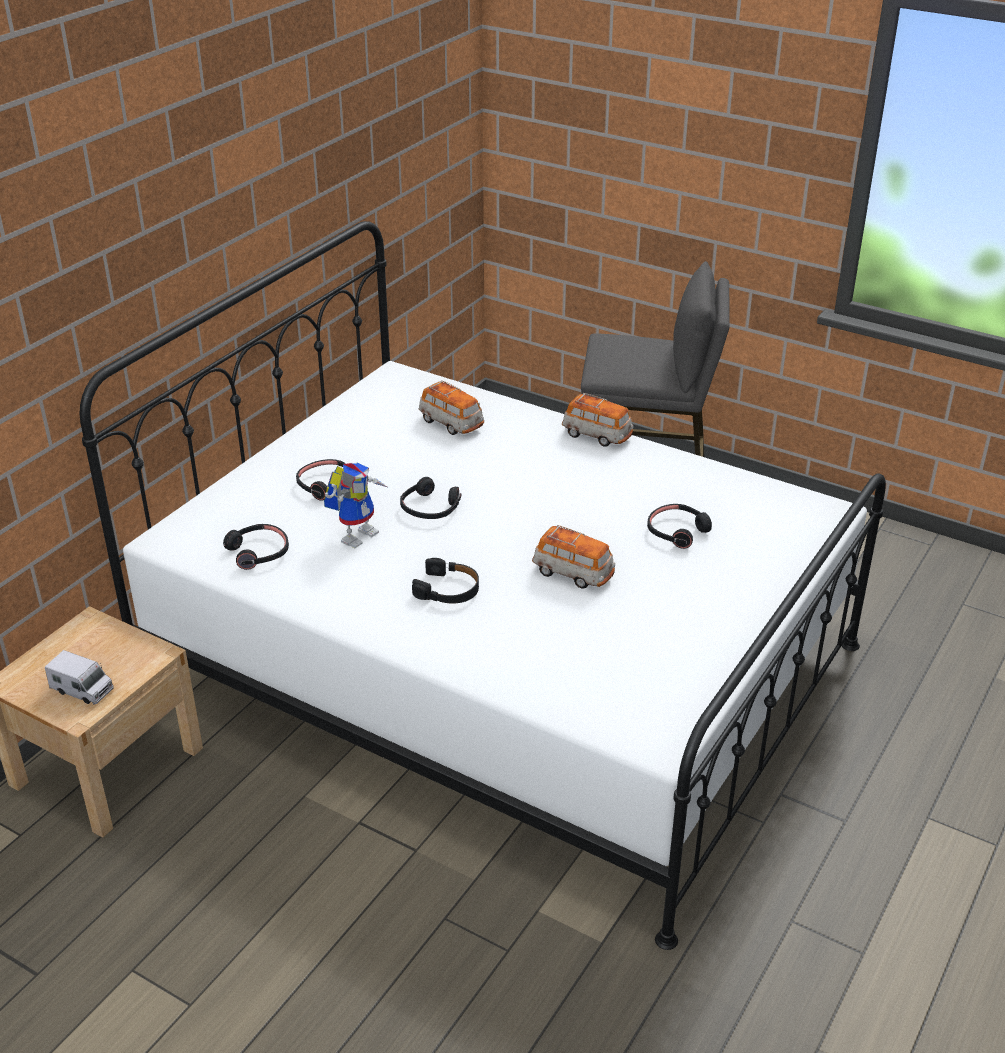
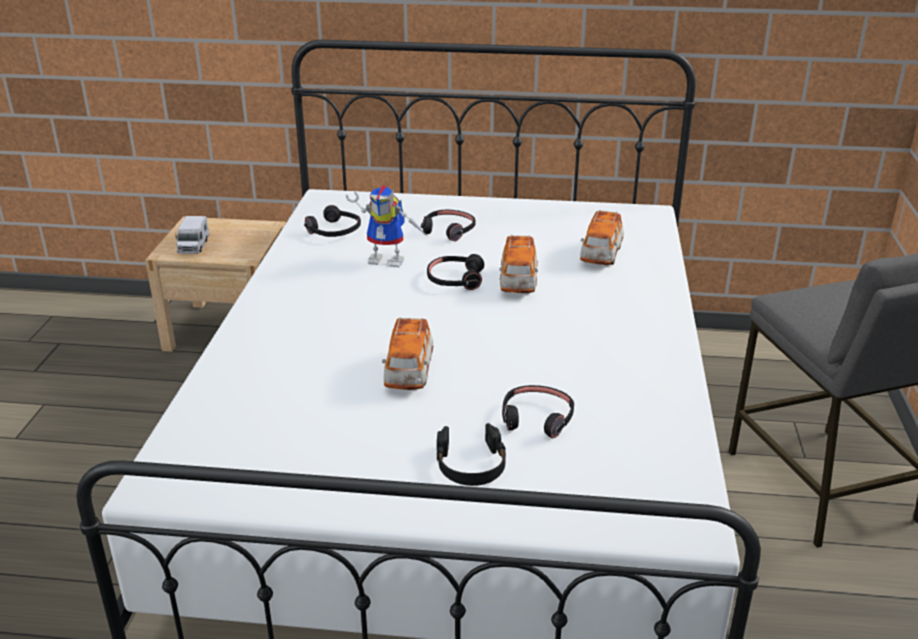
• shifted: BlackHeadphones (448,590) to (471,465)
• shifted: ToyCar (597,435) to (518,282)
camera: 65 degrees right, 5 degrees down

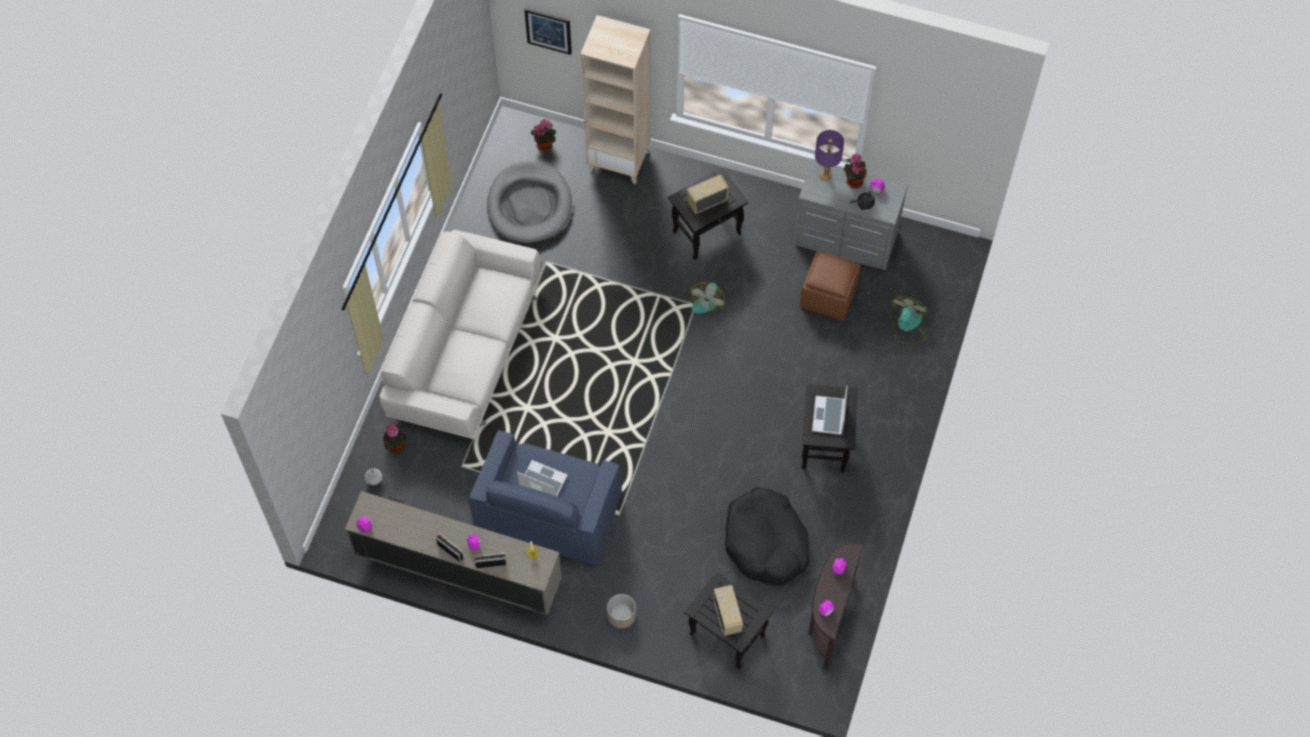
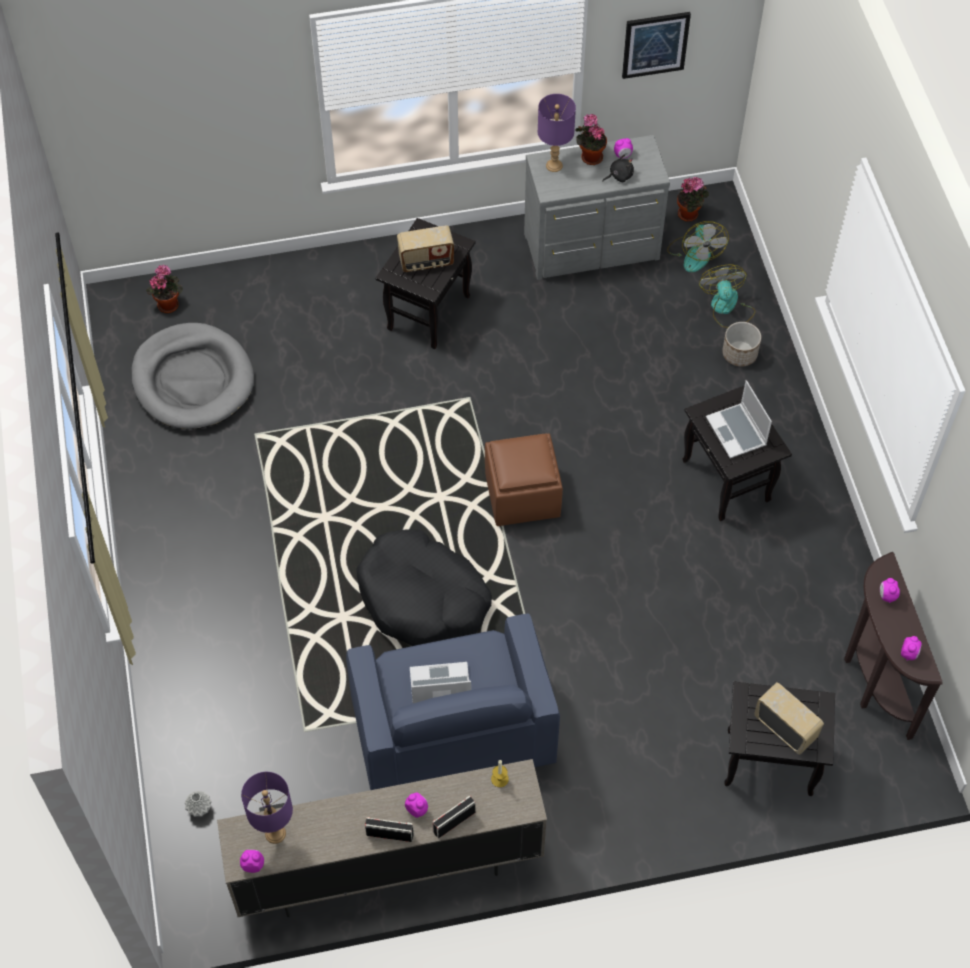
• gone: WhiteSofa (465,349)
• shifted: PottedPlant (396,447) to (689,214)
• shifted: Picture (548,30) to (655,44)
• gone: BeigeBookcase (619,161)
• shifted: Planter (621,616) to (739,354)
• rotated: Radio (707,201) = (426,261) 135 degrees counterclockwise
• shifted: Fan (706,300) to (694,253)
• shifted: BlackDogBed (766,542) to (423,599)
• shifted: BrownOttoman (829,296) to (523,495)
• new: PurpleTableLamp (275,833)
camera: 30 degrees left, 5 degrees down

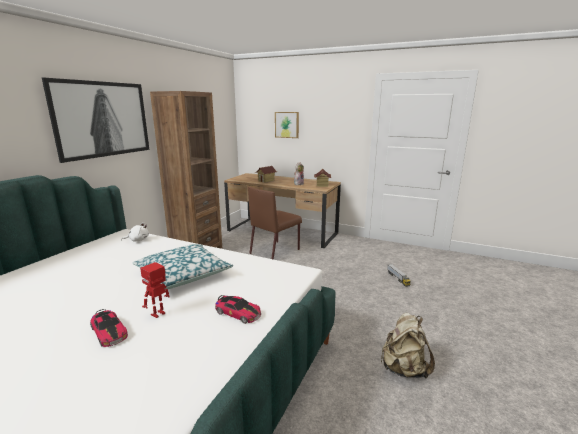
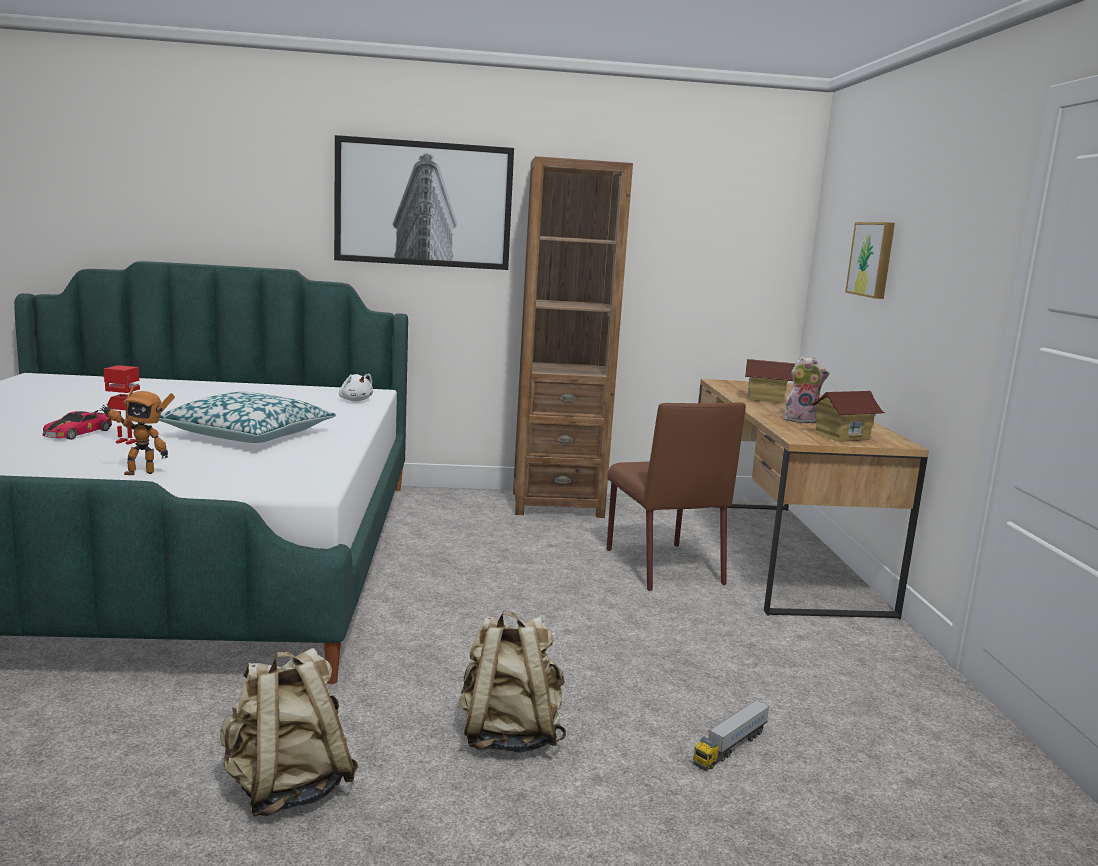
• swapped: ToyCar (238,313) to ToyRobot (139,472)
• rotated: BrownChair (275,251) = (662,565) 120 degrees counterclockwise
• new: BeigeBackpack (509,735)
camera: 60 degrees right, 5 degrees down

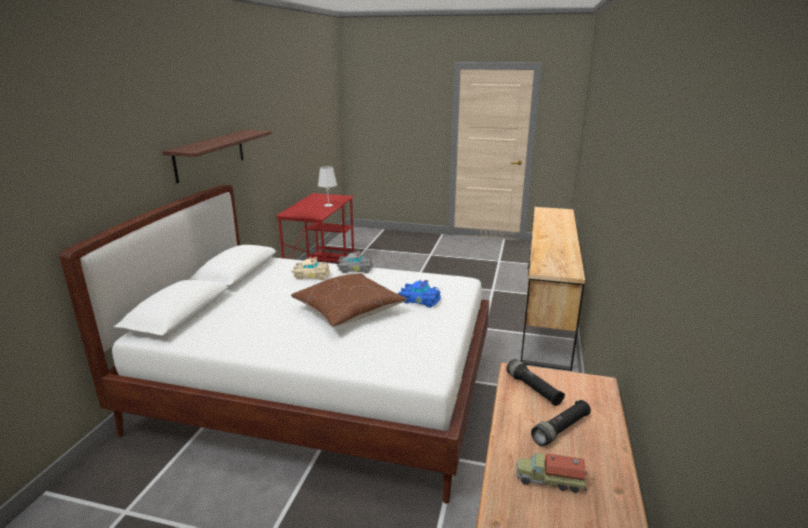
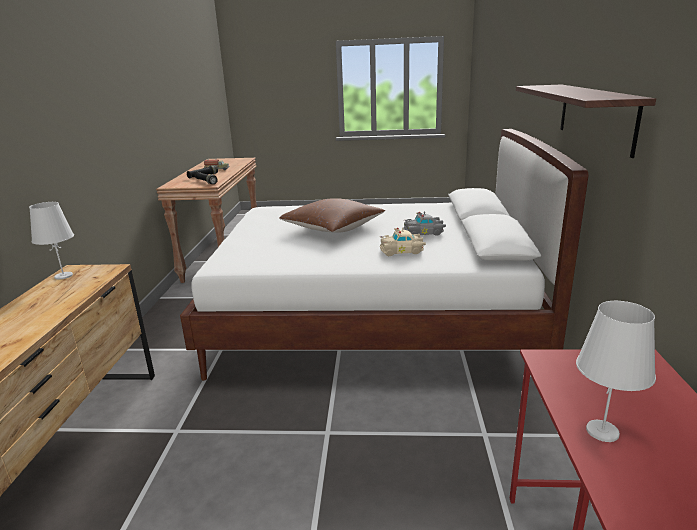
• shifted: GreyToyCar (354,269) to (424,233)
• gone: BlueToyCar (419,300)
• new: WhiteTableLamp (63,276)
camera: 170 degrees right, 0 degrees up

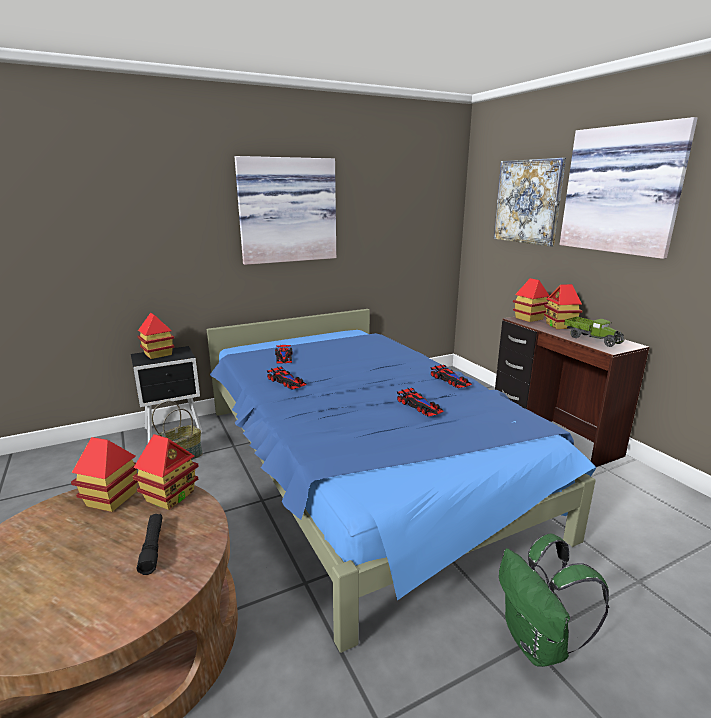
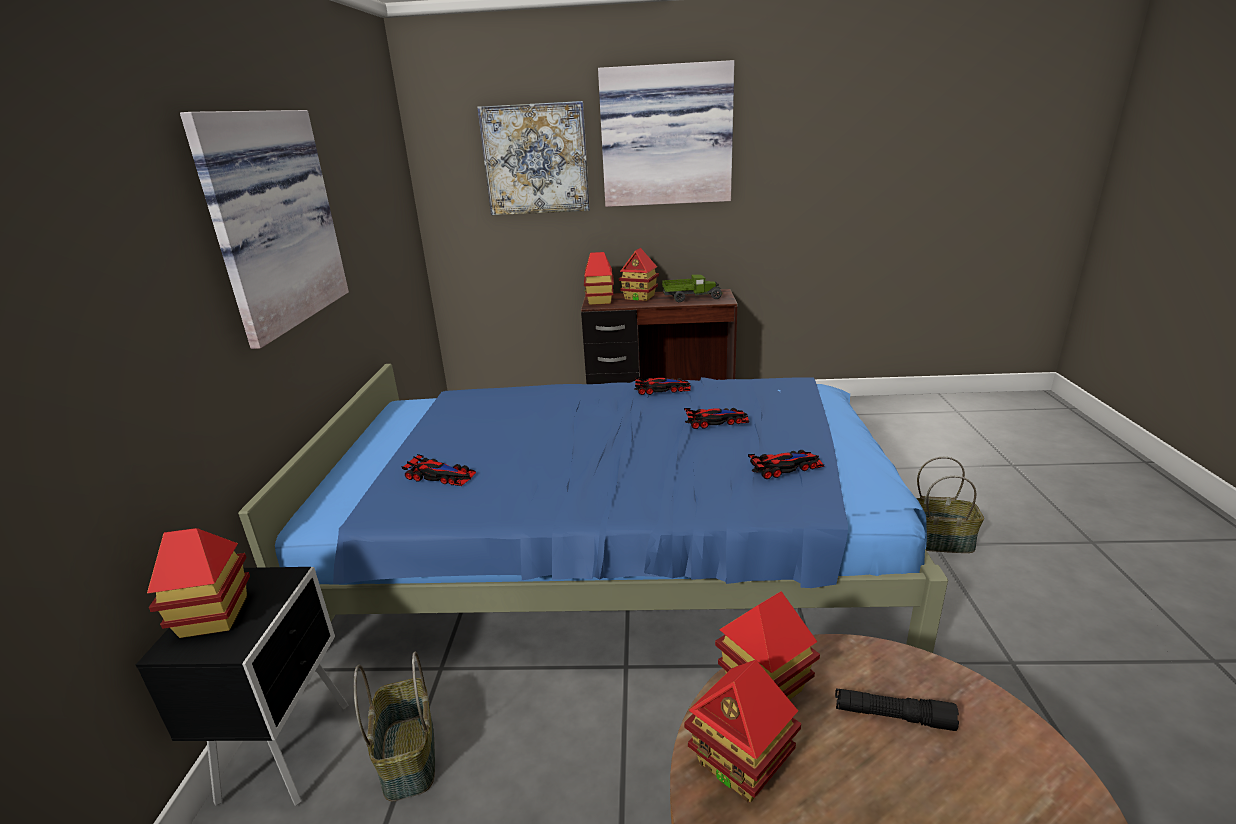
• shifted: ToyCar (286,382) to (785,467)
• swapped: GreenBackpack (538,644) to Basket (937,541)
camera: 60 degrees left, 5 degrees up

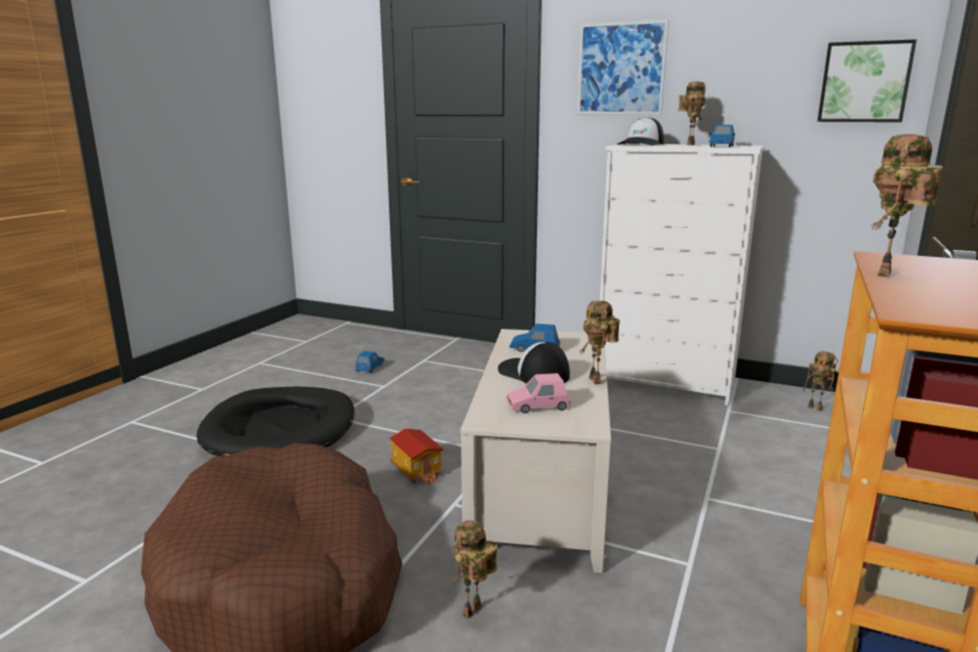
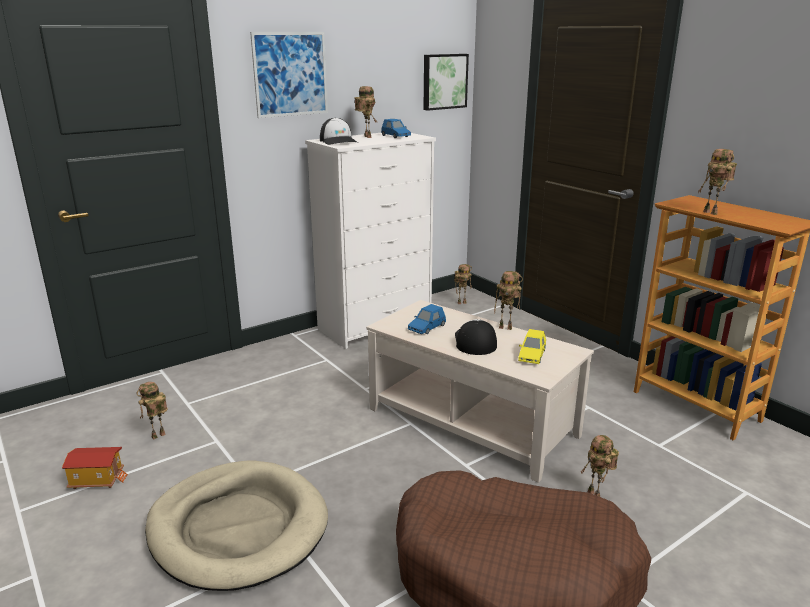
• repainted: BlackDogBed (281,429) to BeigeDogBed (238,528)
• swapped: BlueToyCar (370,367) to ToyRobot (158,437)
• shifted: ToyHouse (417,470) to (98,480)
• rotated: Cap (533,373) = (474,341) 105 degrees clockwise
• repainted: PinkToyCar (537,406) to YellowToyCar (532,356)
camera: 60 degrees left, 5 degrees up

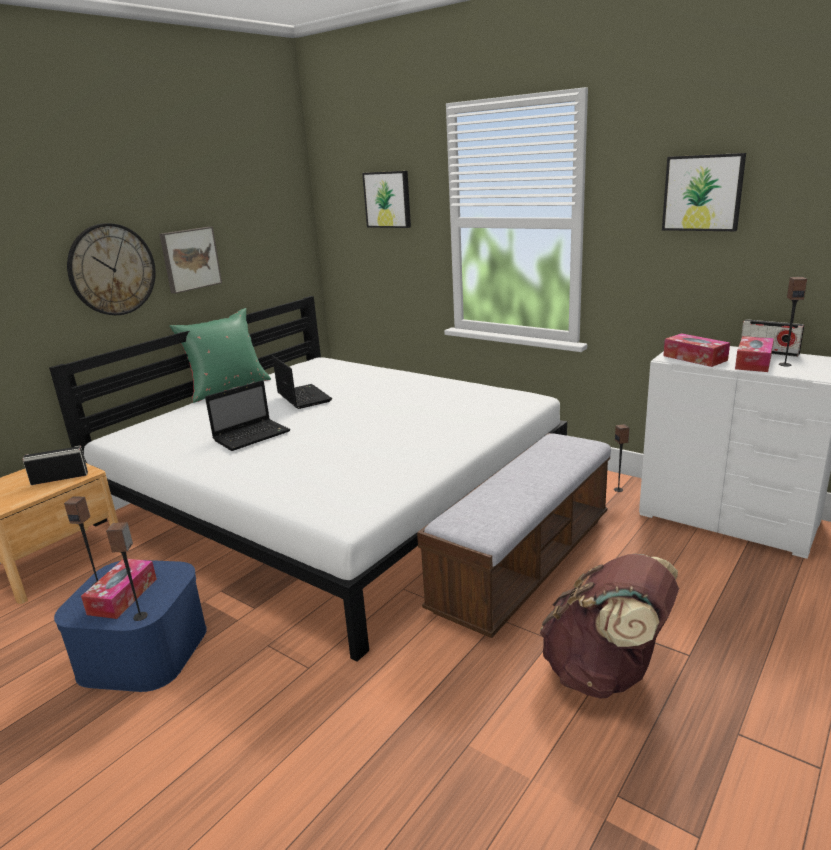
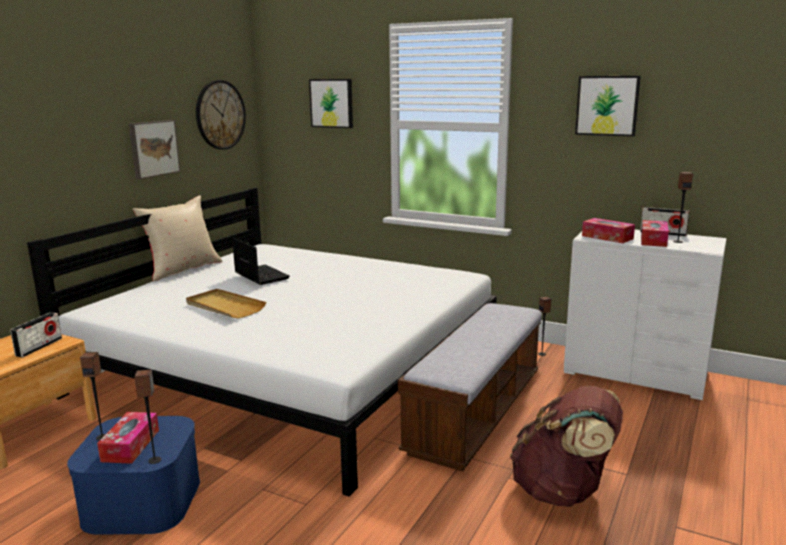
• rotated: Radio (59,478) = (39,347) 135 degrees clockwise
• shifted: WallClock (112,269) to (220,115)
• repainted: GreenPillow (227,388) to BeigePillow (182,269)
• swapped: Laptop (253,435) to BeigeTray (224,307)
camera: 10 degrees left, 5 degrees down

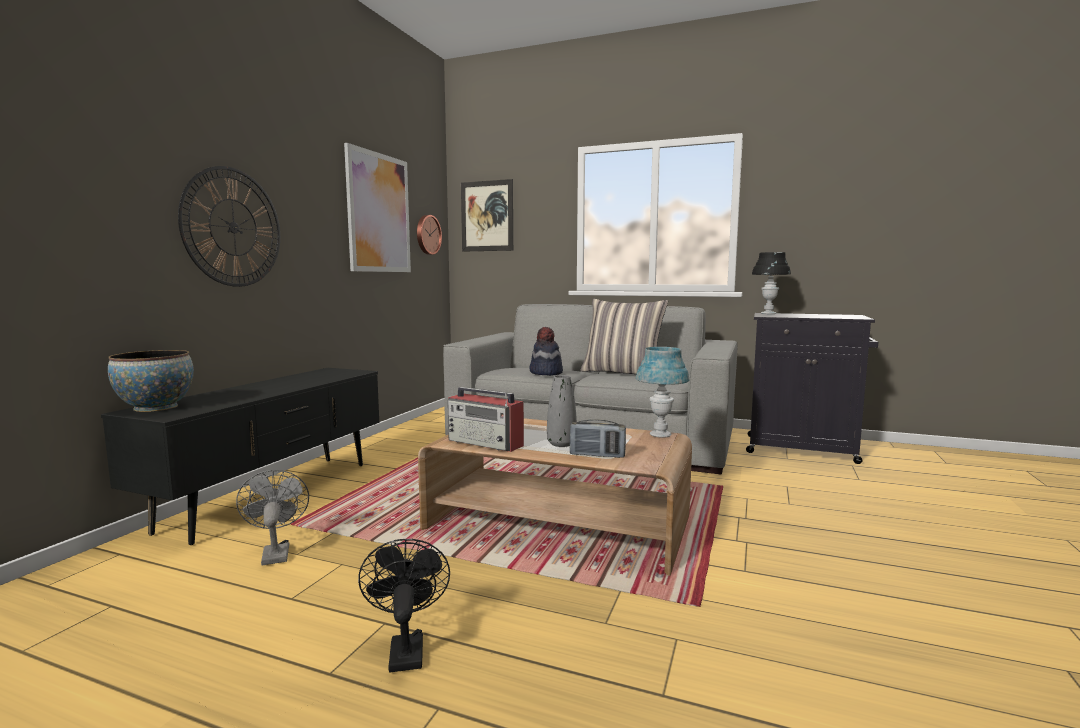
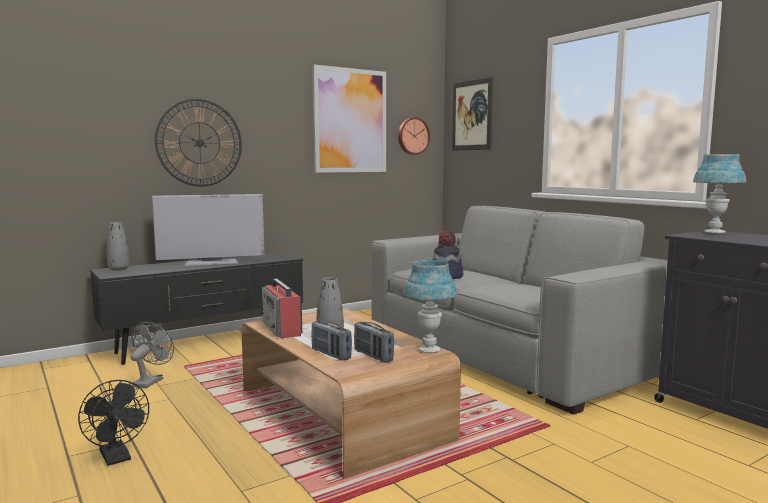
• swapped: Bowl (156,407) to GreyVase (118,269)
• rotated: BlackFan (406,648) = (117,458) 120 degrees clockwise
• gone: Pillow (622,373)
• repainted: BlackTableLamp (768,313) to BlueTableLamp (714,232)
• new: Television (211,263)
• new: Radio (373,356)
camera: 35 degrees right, 0 degrees up

